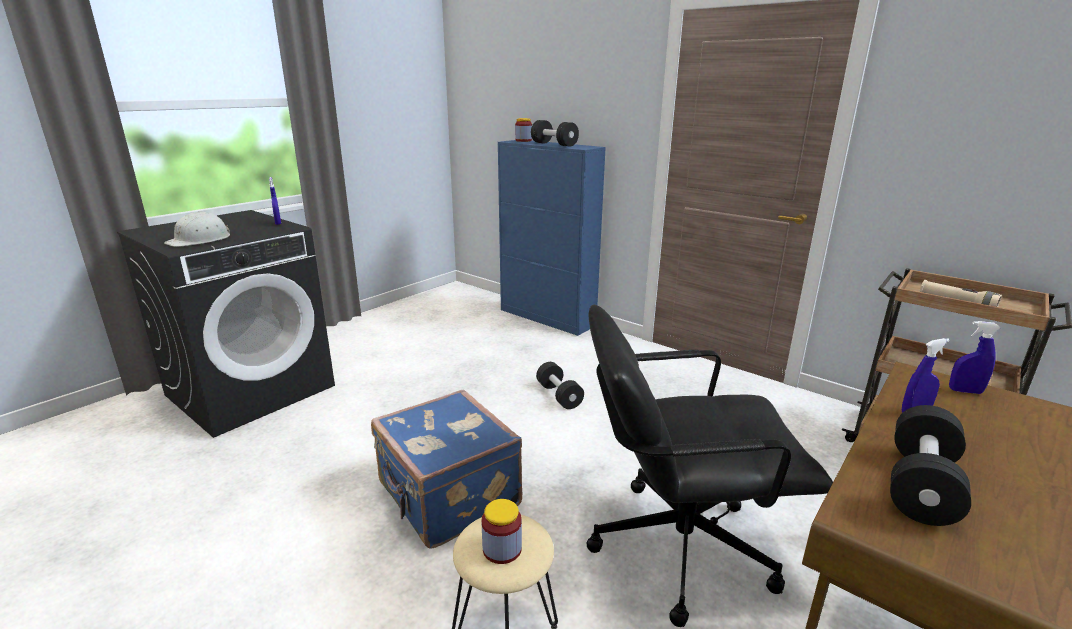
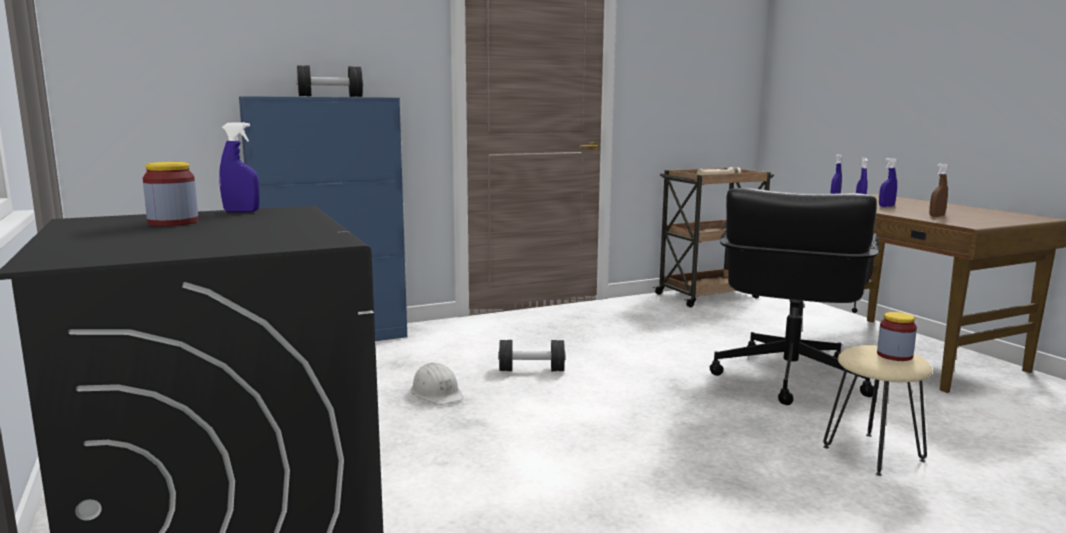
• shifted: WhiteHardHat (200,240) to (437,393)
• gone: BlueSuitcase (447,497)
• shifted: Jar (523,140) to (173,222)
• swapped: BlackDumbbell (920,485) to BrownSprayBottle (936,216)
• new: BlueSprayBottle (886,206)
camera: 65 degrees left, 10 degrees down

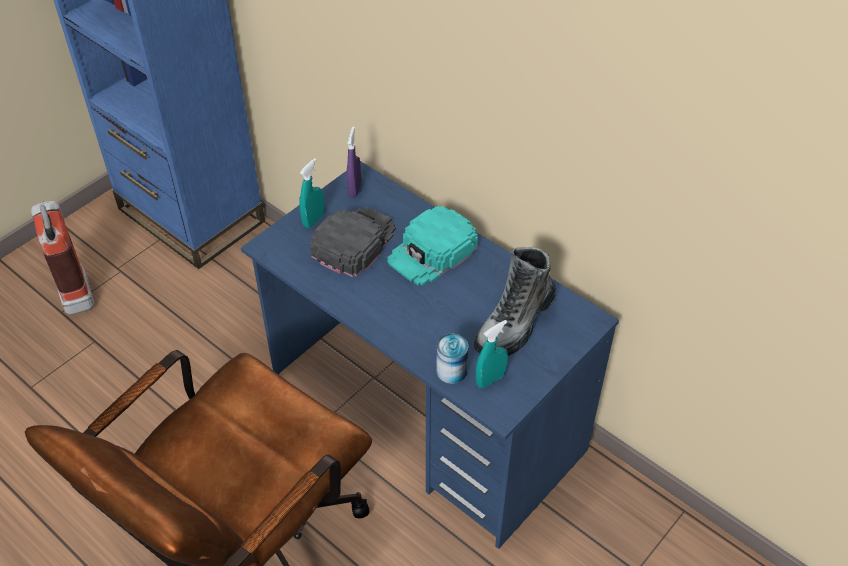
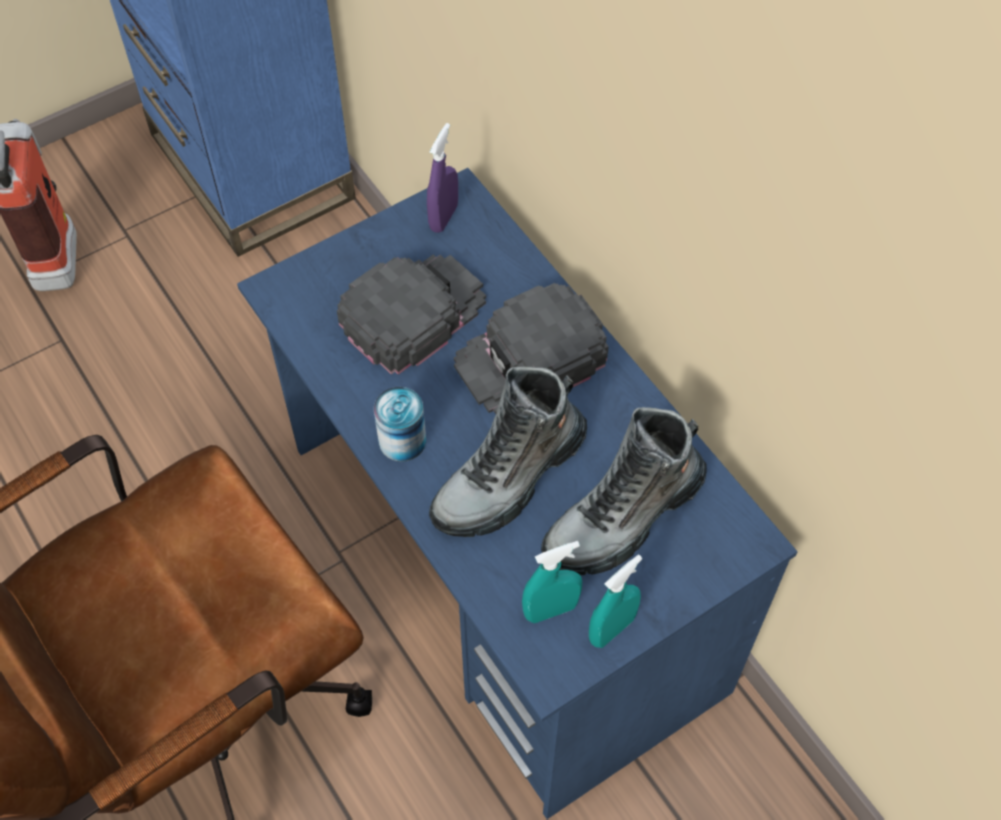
• shifted: TurquoiseSprayBottle (313,220) to (611,629)
• repainted: TurquoiseCap (432,252) to BlackCap (530,358)
• shifted: Can (451,371) to (402,440)
• new: Boot (509,478)
camera: 15 degrees right, 10 degrees up

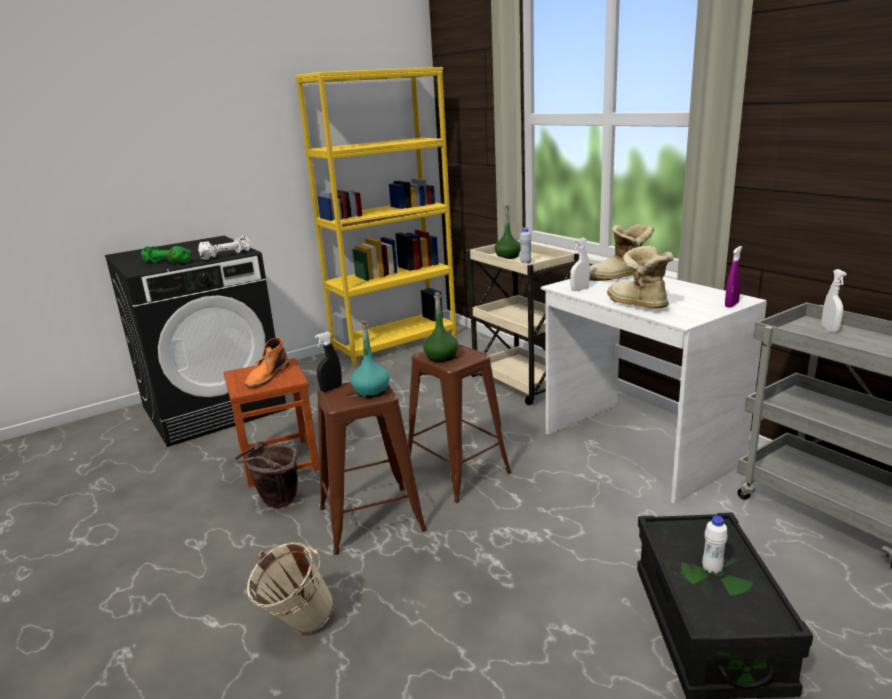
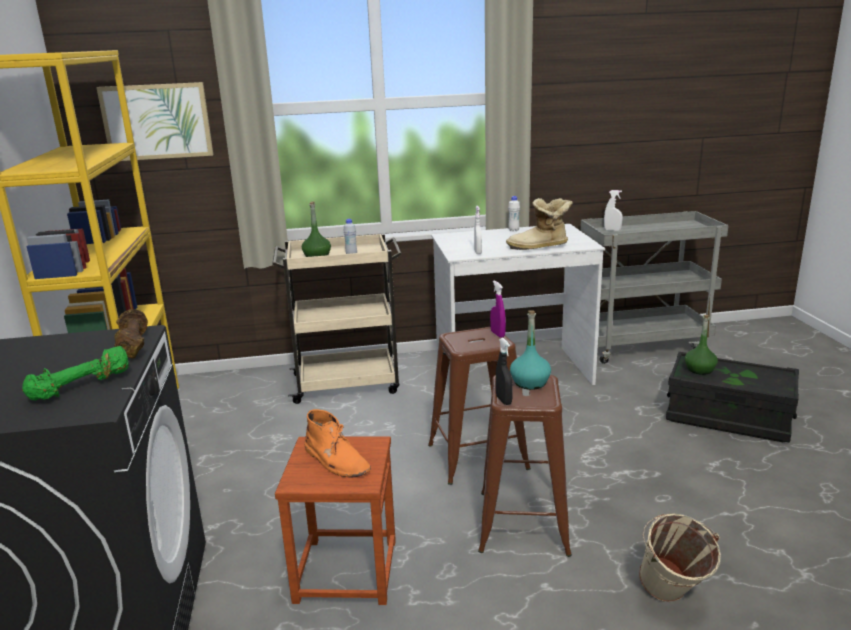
• repainted: WhiteDumbbell (225,255) to BrownDumbbell (133,345)
• gone: BrownBucket (275,503)
• shifted: GreenBottle (441,357) to (699,369)
• gone: Boot (619,277)
• shifted: WhiteBottle (712,569) to (513,230)
• shifted: PurpleSprayBottle (731,305) to (497,334)
• new: Picture (157,121)
camera: 65 degrees left, 0 degrees up

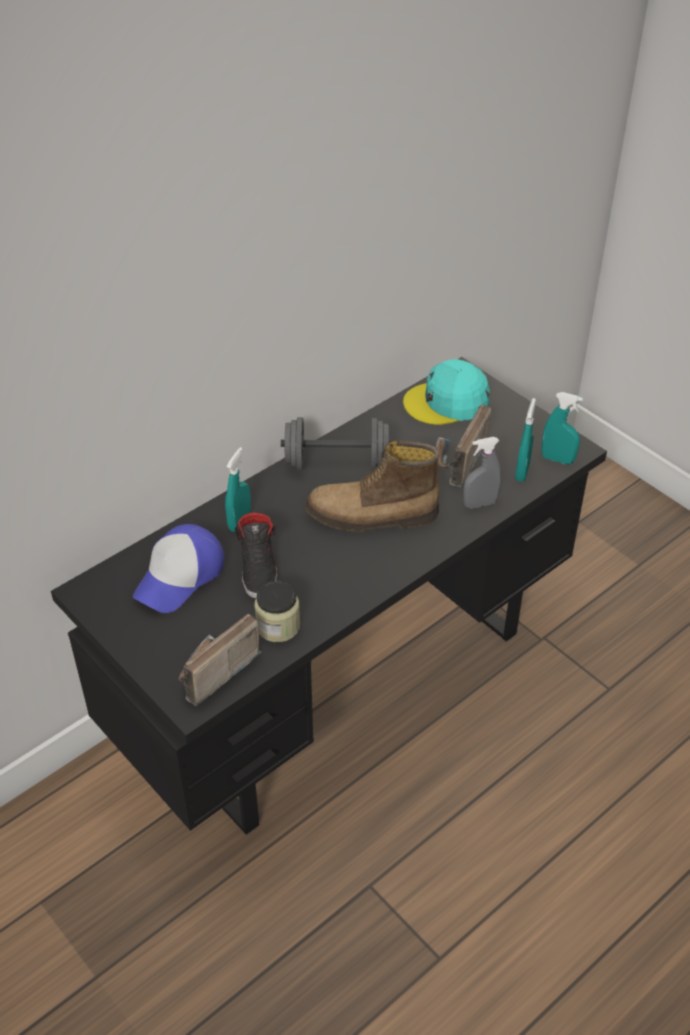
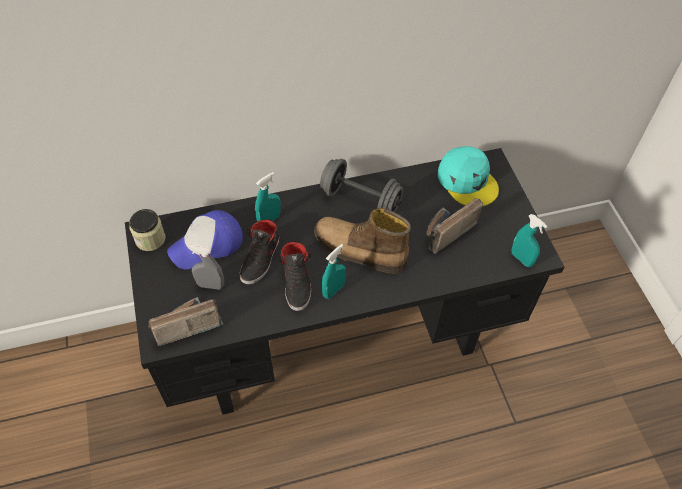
• shifted: Jar (278,626) to (150,239)
• rotated: TurquoiseCap (447,402) = (467,181) 135 degrees counterclockwise
• shifted: GreySprayBottle (480,504) to (210,285)
• shifted: TurquoiseSprayBottle (522,472) to (333,290)
• new: BlackShoe (297,282)
camera: 25 degrees right, 10 degrees up

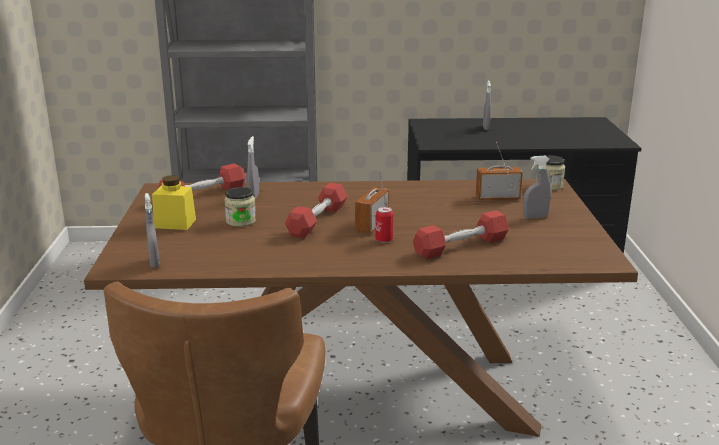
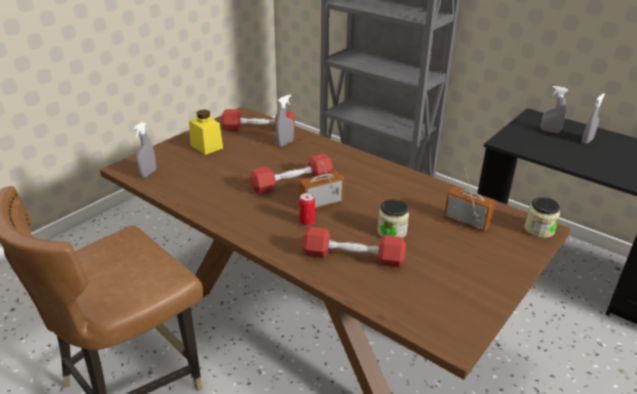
• shifted: Jar (241,221) to (392,232)
• shifted: GreySprayBottle (535,217) to (550,131)
camera: 40 degrees right, 10 degrees up

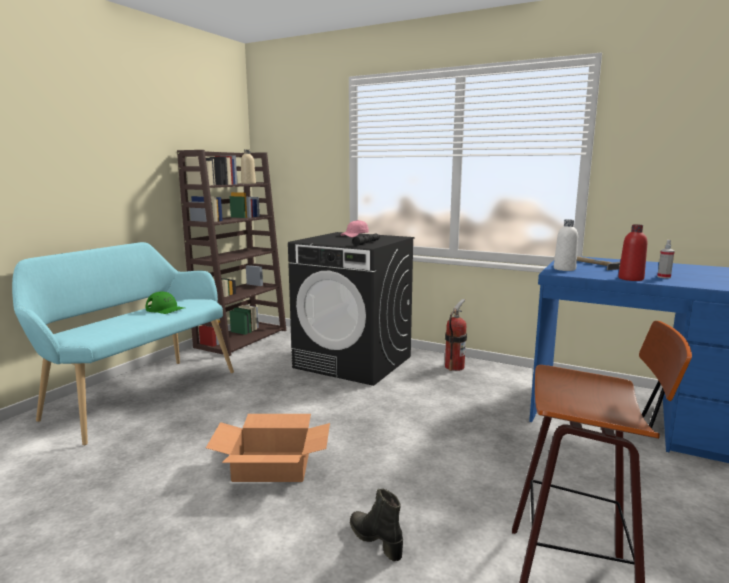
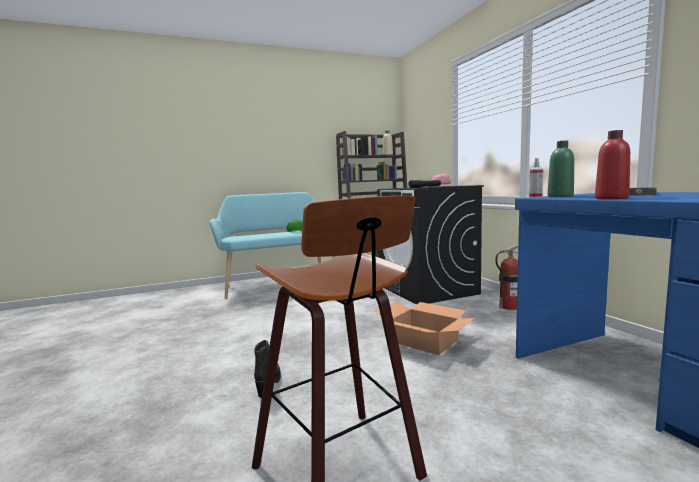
• shifted: CardboardBox (272,466) to (423,340)
• repainted: WhiteBottle (564,269) to GreenBottle (560,196)
• shifted: SprayBottle (663,277) to (535,197)
camera: 40 degrees right, 5 degrees down

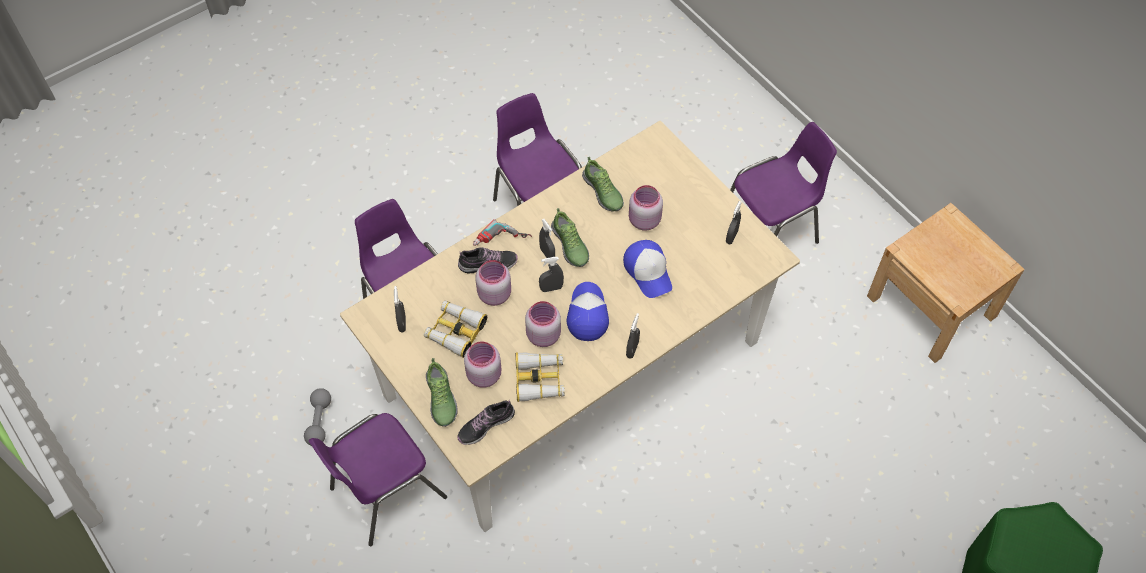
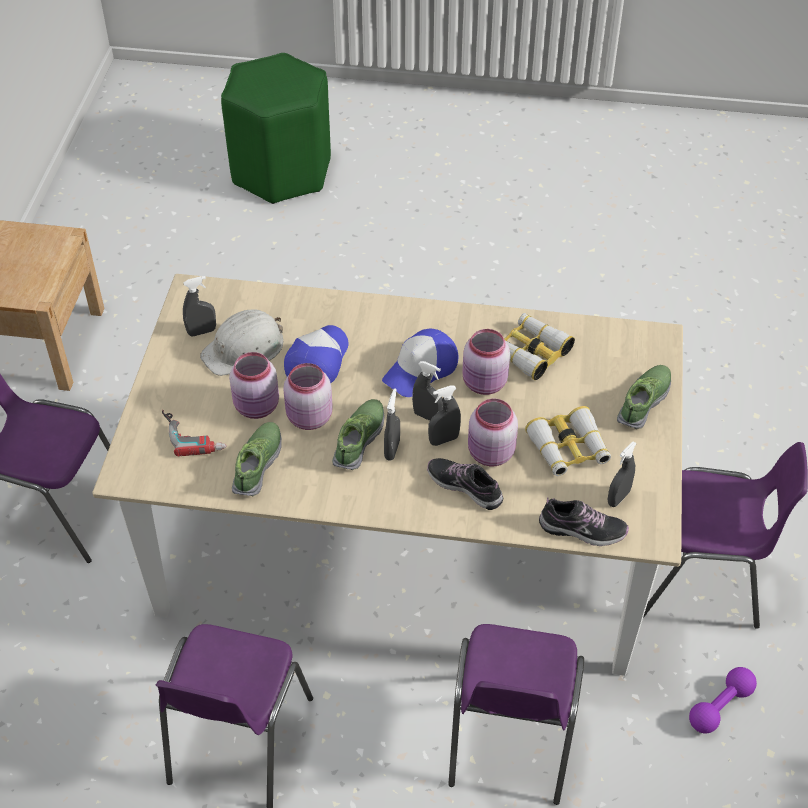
• repainted: GreyDumbbell (319,421) to PurpleDumbbell (720,707)
• shifted: Shoe (486,425) to (582,530)
• shifted: PinkJar (484,374) to (309,418)
• shifted: PowerDrill (501,242) to (194,433)
• shifted: GreySprayBottle (632,349) to (443,440)
• new: WhiteHardHat (245,349)
camera: 135 degrees left, 10 degrees down

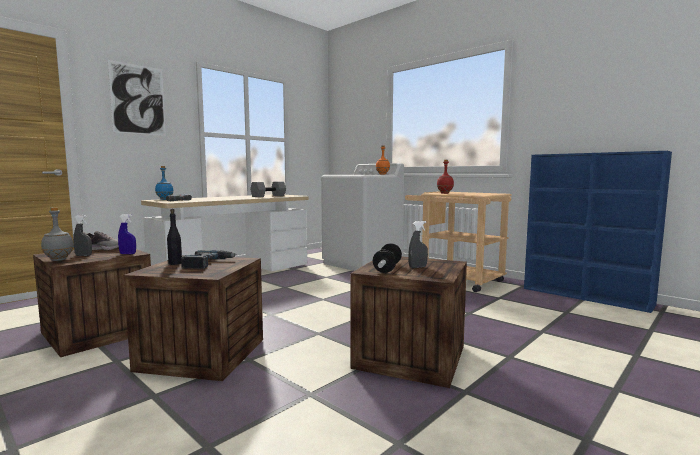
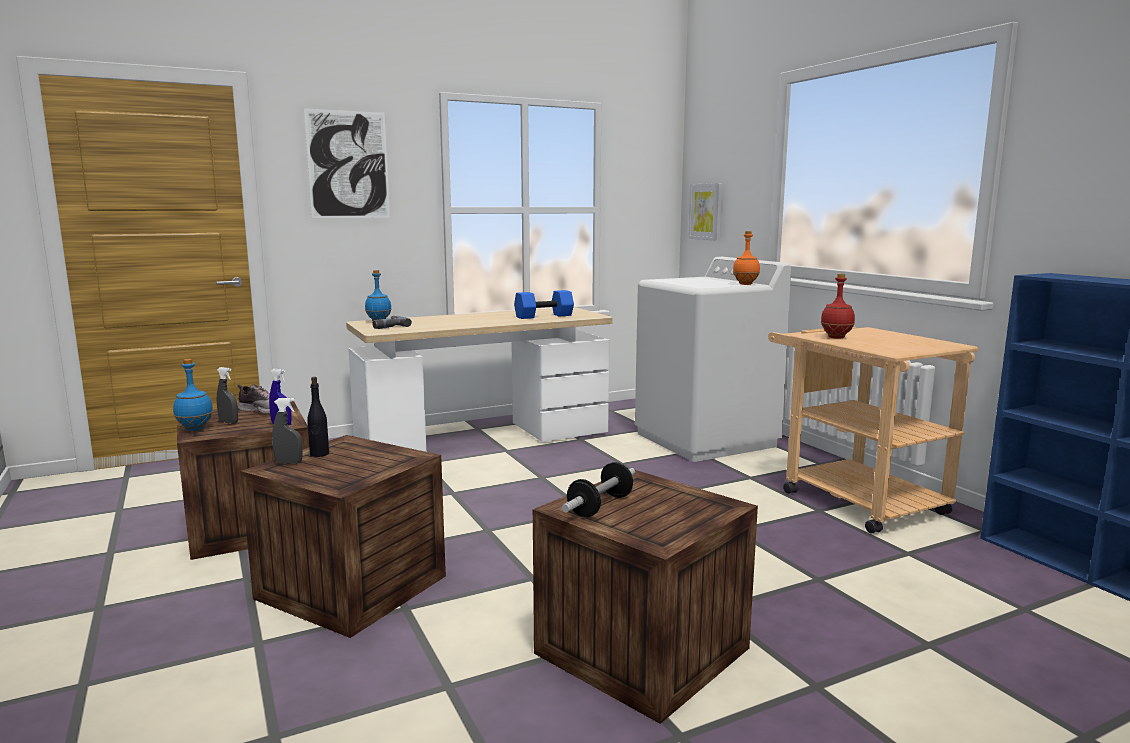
• repainted: GreyBottle (58,260) to BlueBottle (194,429)
• gone: PowerDrill (208,263)
• repainted: GreyDumbbell (268,196) to BlueDumbbell (543,316)
• shifted: GreySprayBottle (417,267) to (288,463)
• new: Picture (706,211)
camera: 20 degrees right, 5 degrees up

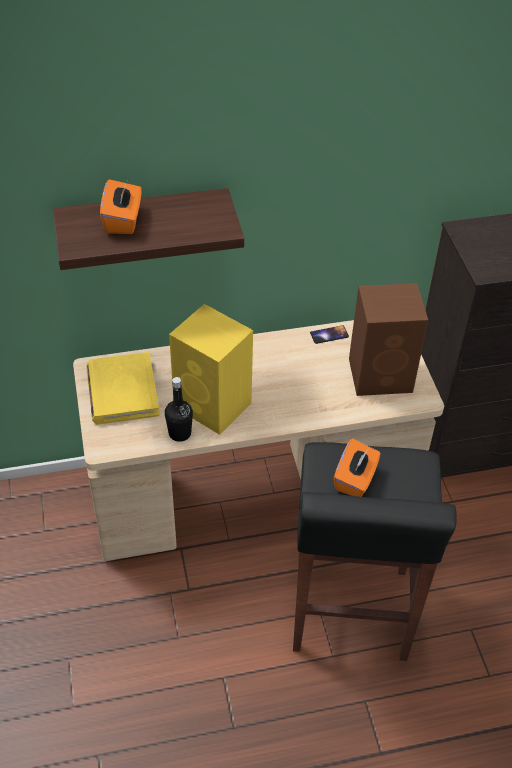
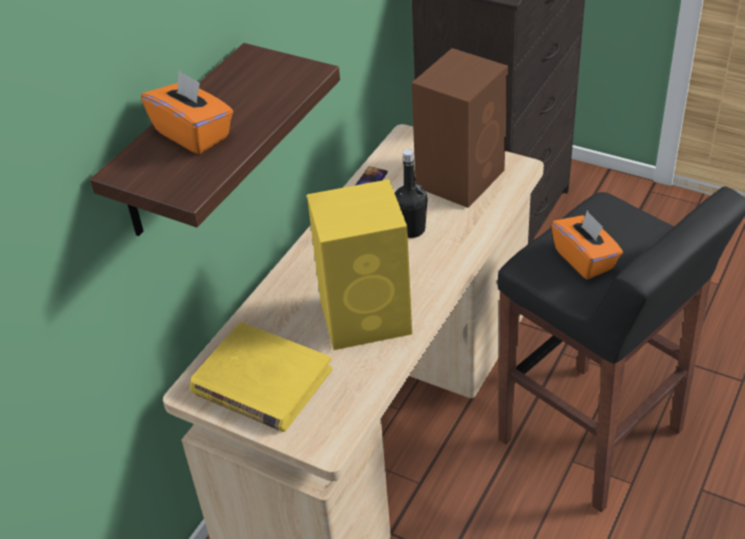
• shifted: BlackBottle (180,433) to (411,229)
camera: 45 degrees left, 5 degrees down

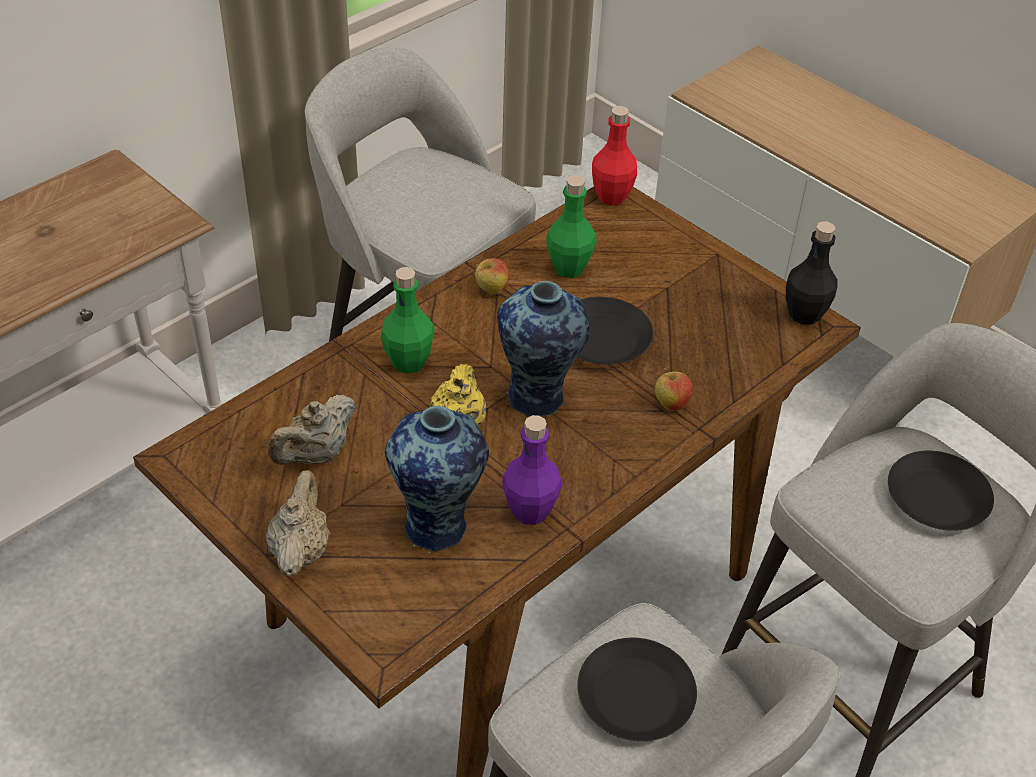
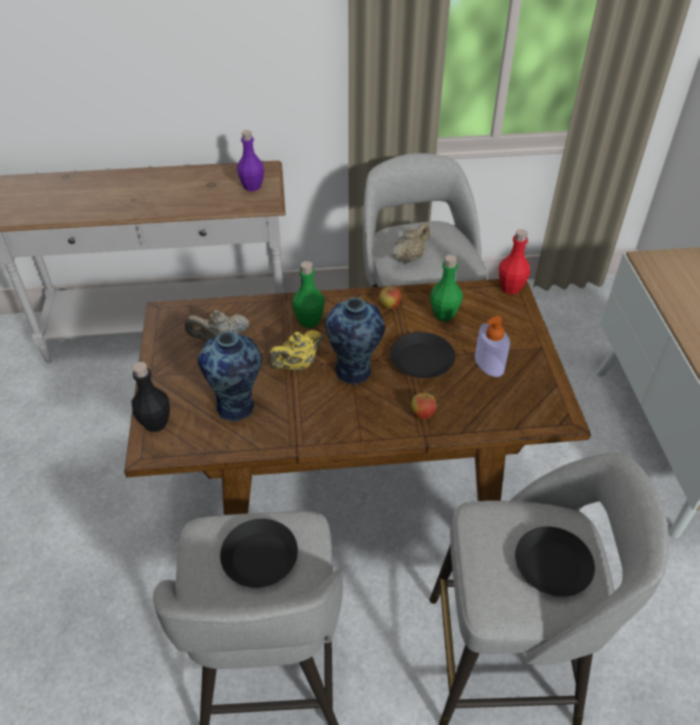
• shifted: BeigeTeapot (300,550) to (409,257)
• shifted: PurpleBottle (530,511) to (252,187)
• shifted: BlackBottle (804,314) to (155,423)
• new: SoapDispenser (489,364)
camera: 40 degrees right, 0 degrees up

